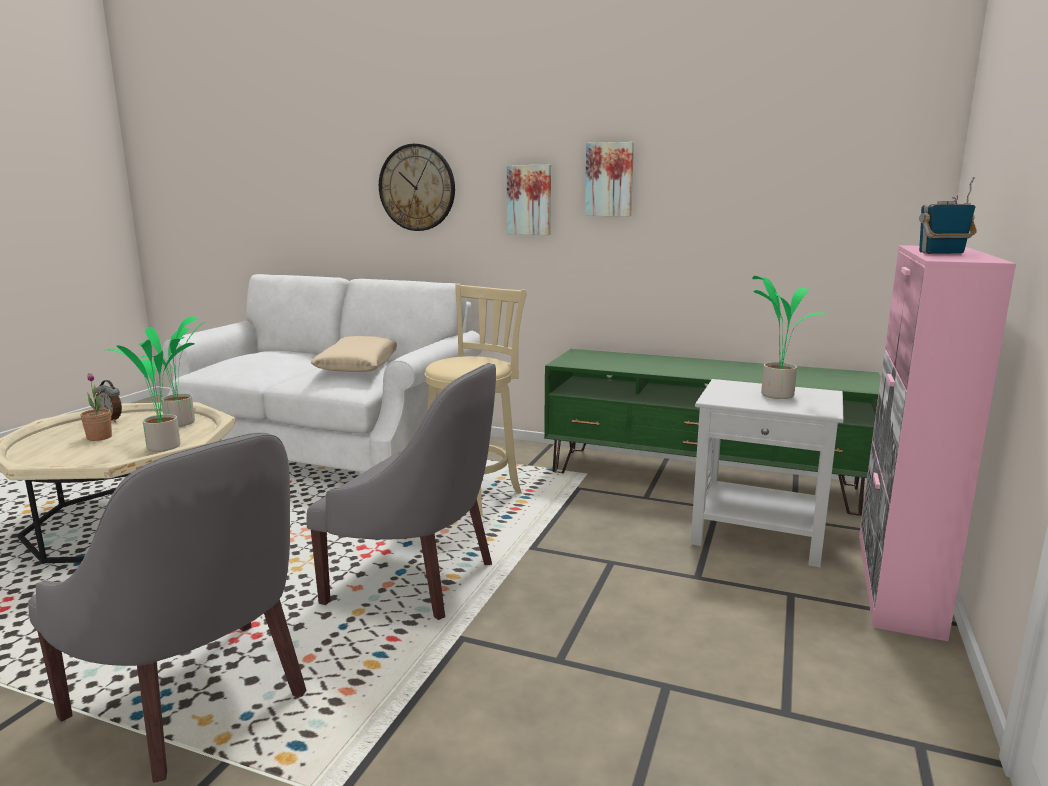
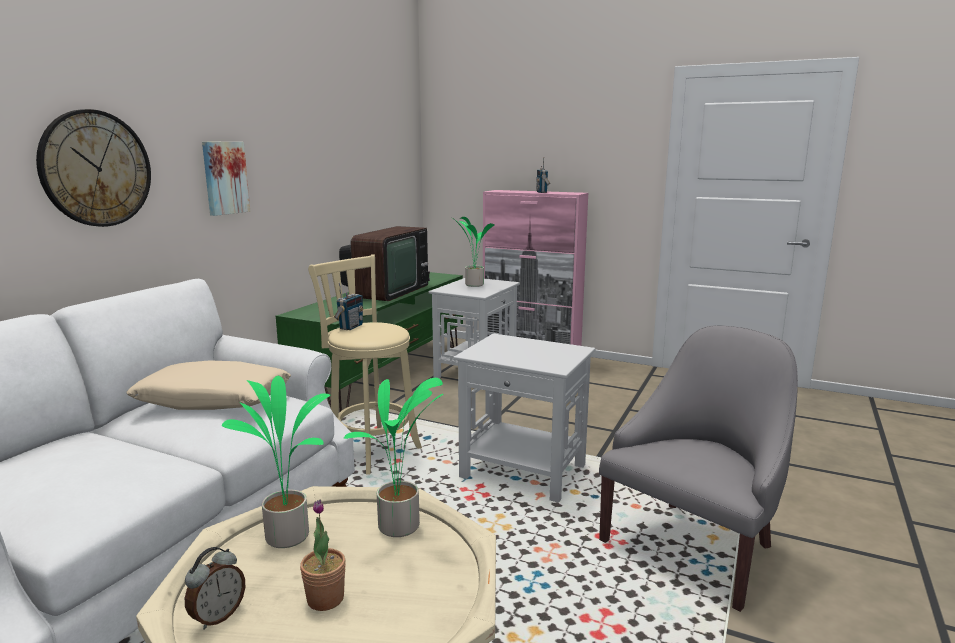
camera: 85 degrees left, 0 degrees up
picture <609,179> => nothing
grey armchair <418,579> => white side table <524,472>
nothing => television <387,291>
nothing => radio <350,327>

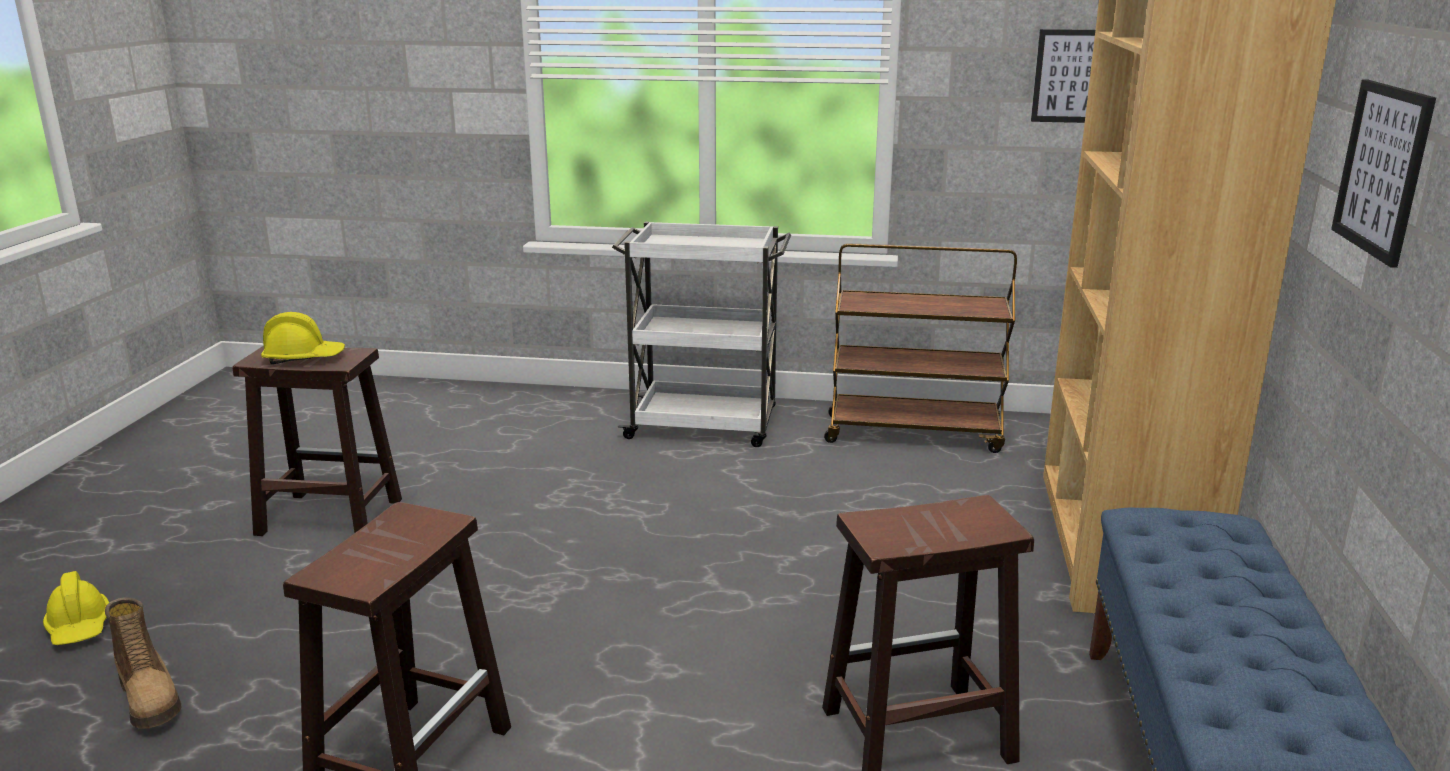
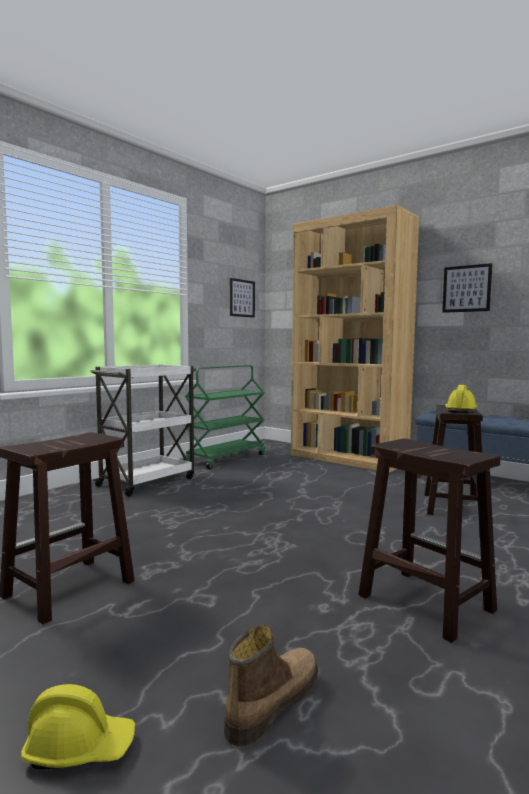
camera: 60 degrees left, 15 degrees down
brown cart <914,433> => green cart <226,458>
yellow hard hat <304,358> => yellow hard hat <461,411>, relocated
boot <150,698> => boot <272,703>, 45 degrees counterclockwise

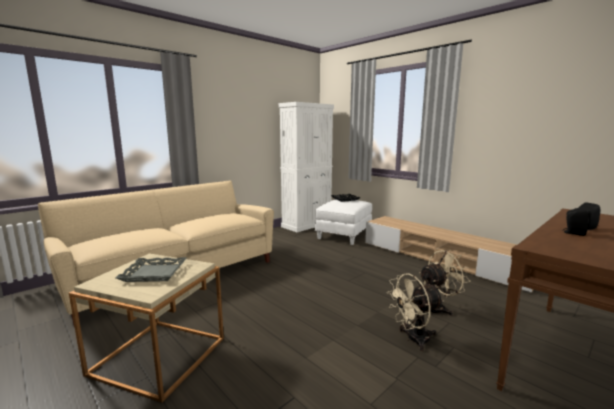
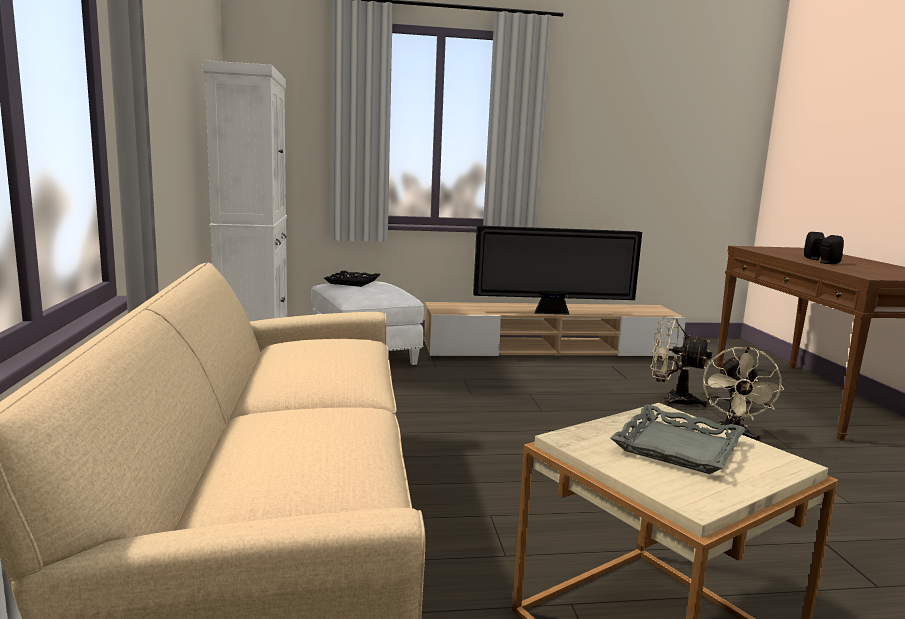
camera: 55 degrees left, 0 degrees up
beige fan <438,308> => beige fan <672,400>, 75 degrees counterclockwise
nothing => television <553,312>

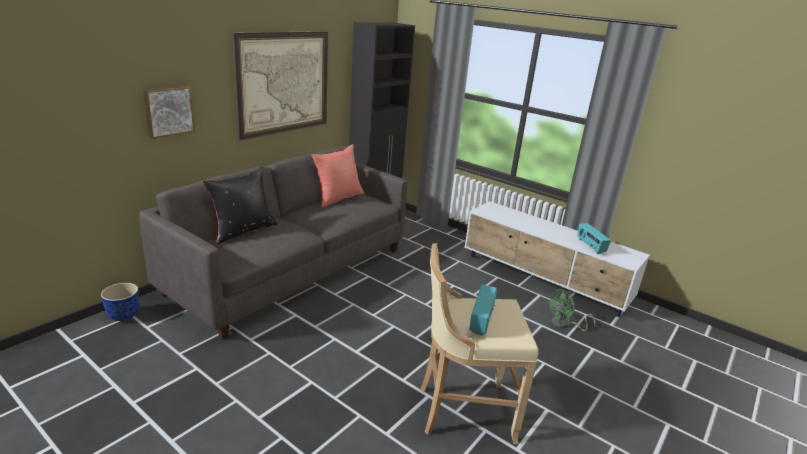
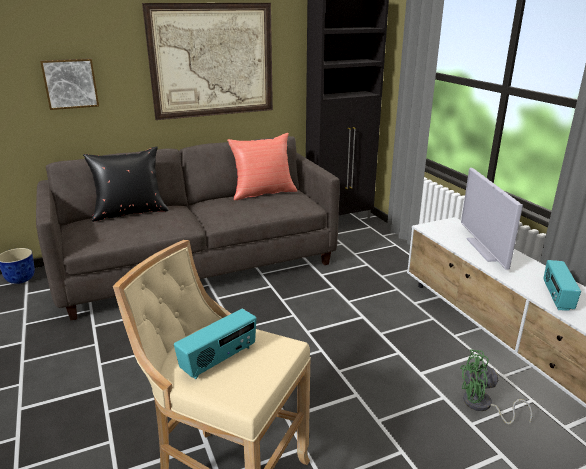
camera: 30 degrees right, 0 degrees up
nothing => television <485,249>

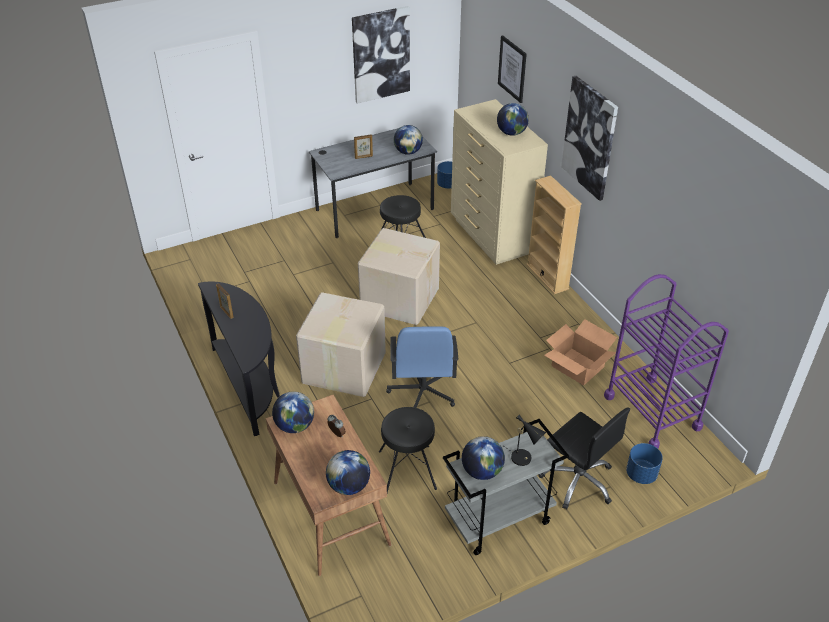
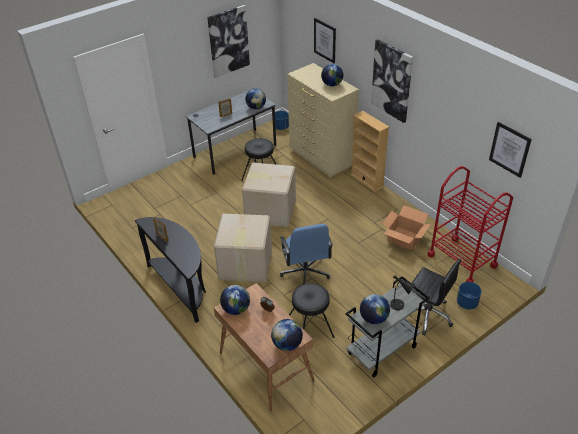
camera: 10 degrees left, 0 degrees up
purple cart <652,412> => red cart <462,260>
nothing => picture <510,149>

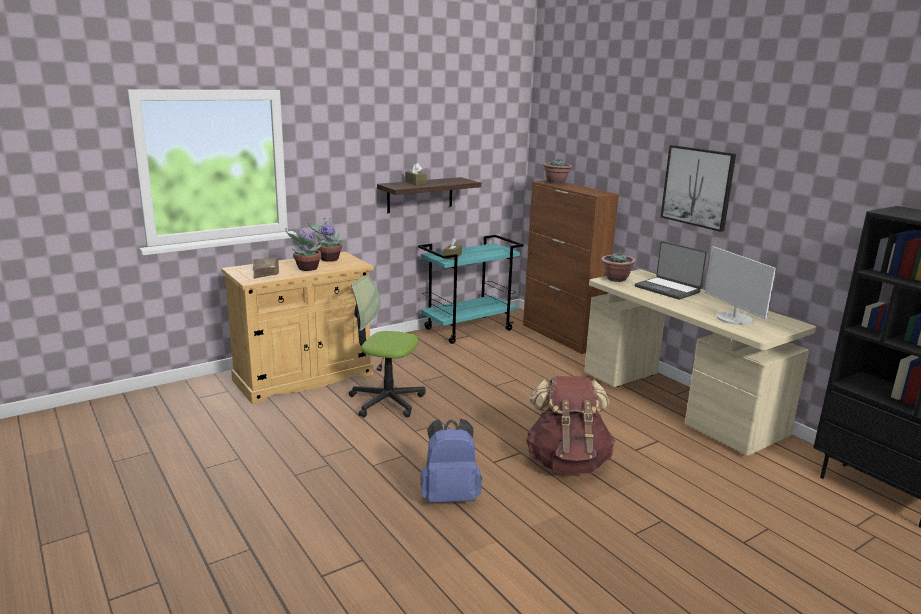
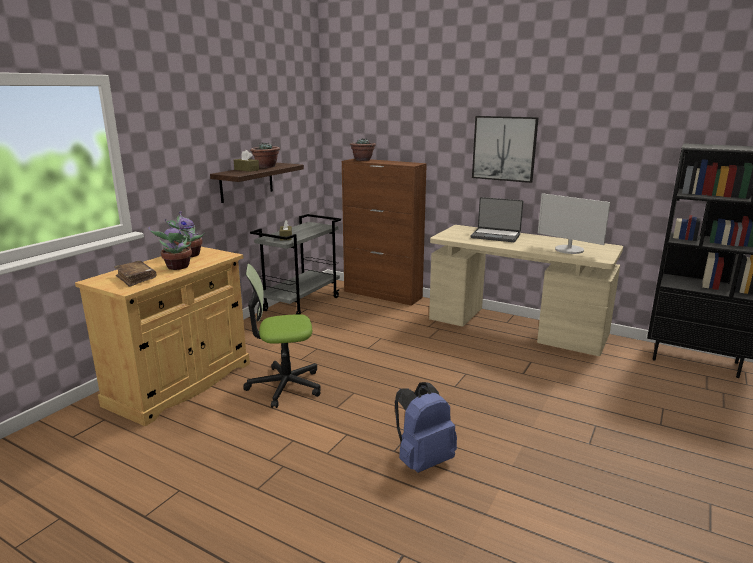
camera: 25 degrees left, 0 degrees up
turquoise cart <468,329> => grey cart <301,303>
potted plant <616,279> => potted plant <266,166>, relocated
brown backpack <567,462> => nothing

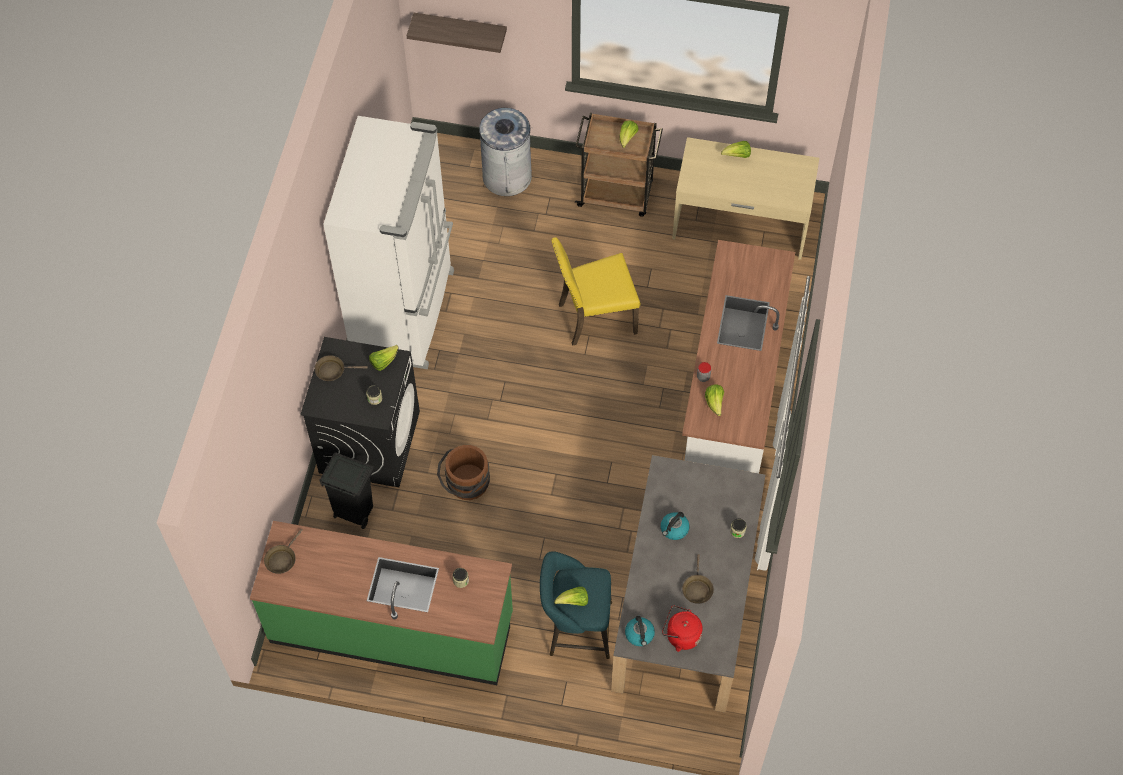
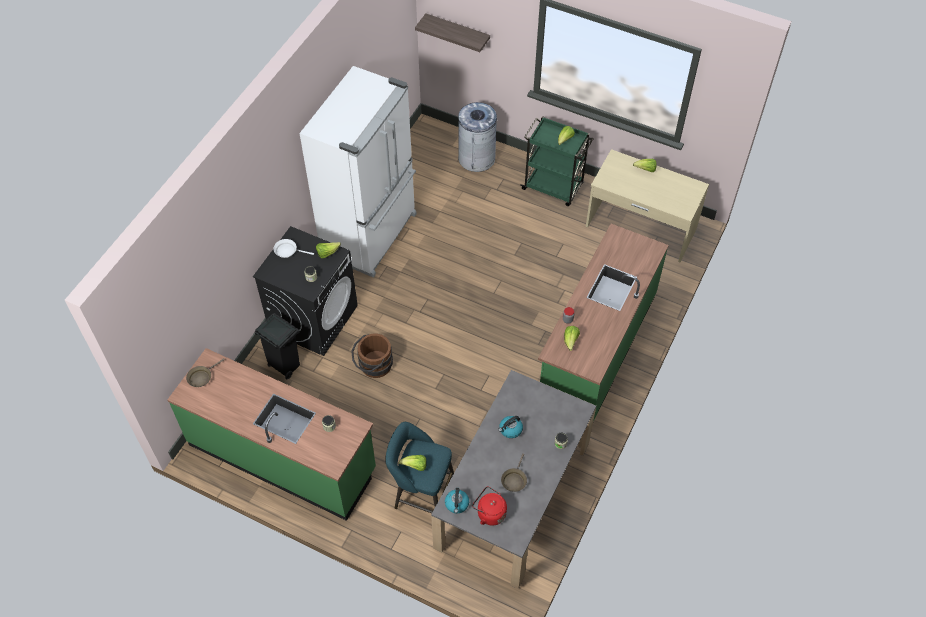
camera: 15 degrees right, 5 degrees down
brown cart <617,194> => green cart <553,187>
yellow chair <595,317> => nothing
white counter <731,396> => green counter <596,349>
brown frying pan <333,370> => white frying pan <288,251>

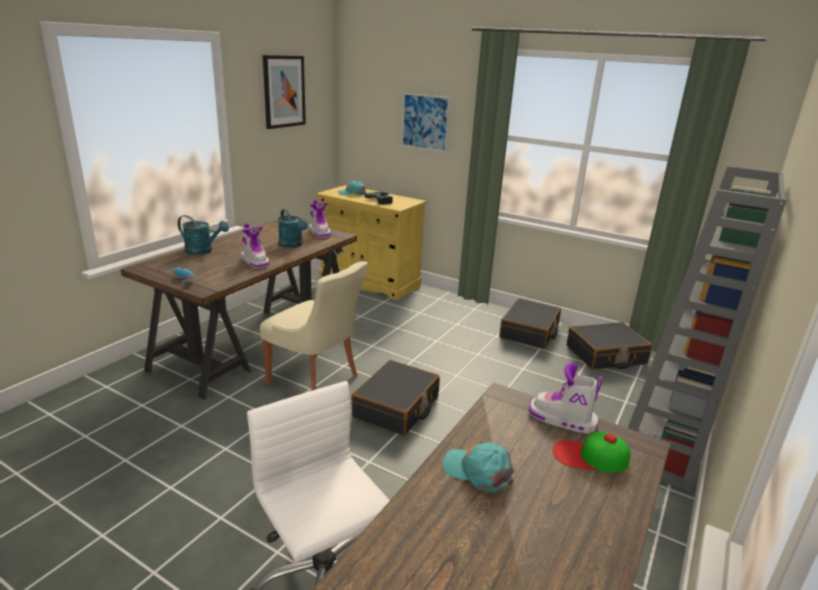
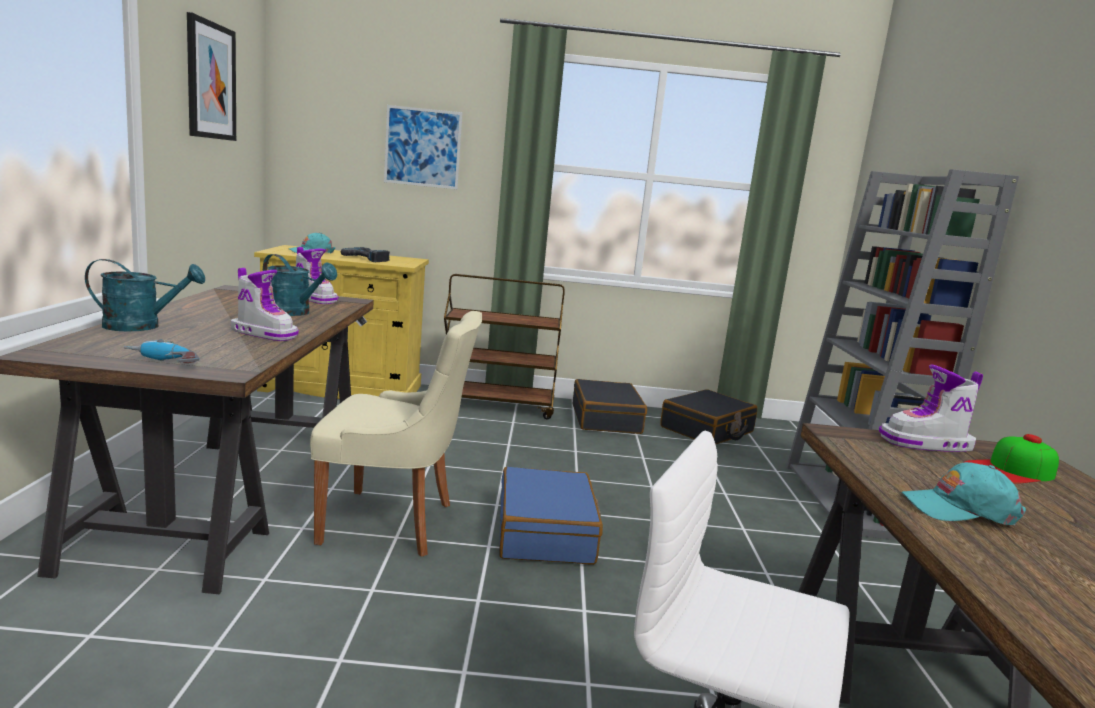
camera: 30 degrees left, 10 degrees down
black suitcase <396,407> => blue suitcase <546,532>
nothing => brown cart <496,406>

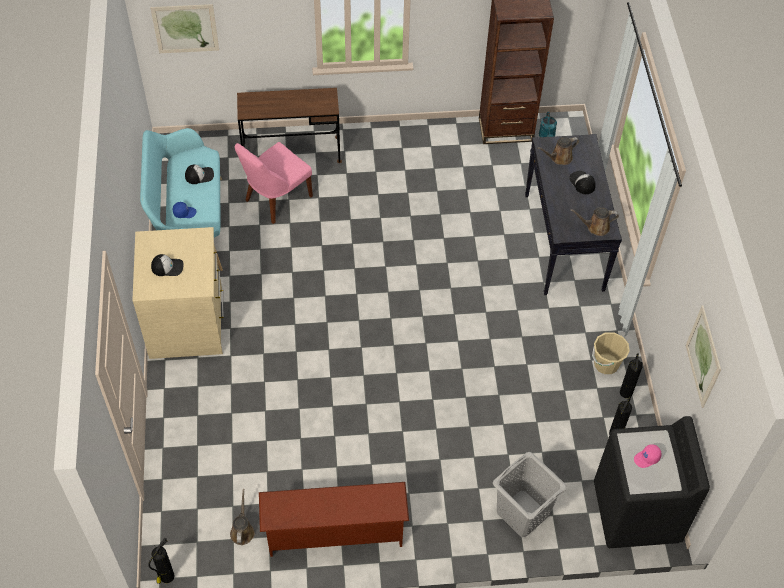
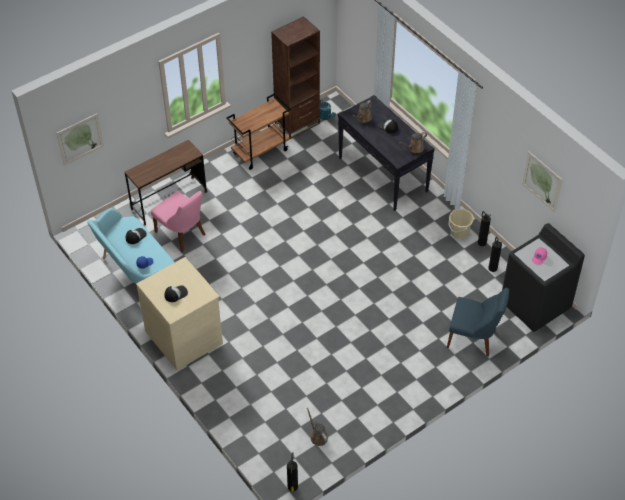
camera: 30 degrees left, 5 degrees down
pink chair <276,199> => pink chair <182,234>, 60 degrees counterclockwise
grey laundry basket <522,513> => blue chair <473,339>
brown shoe rack <334,534> => nothing
nothing => brown cart <261,151>

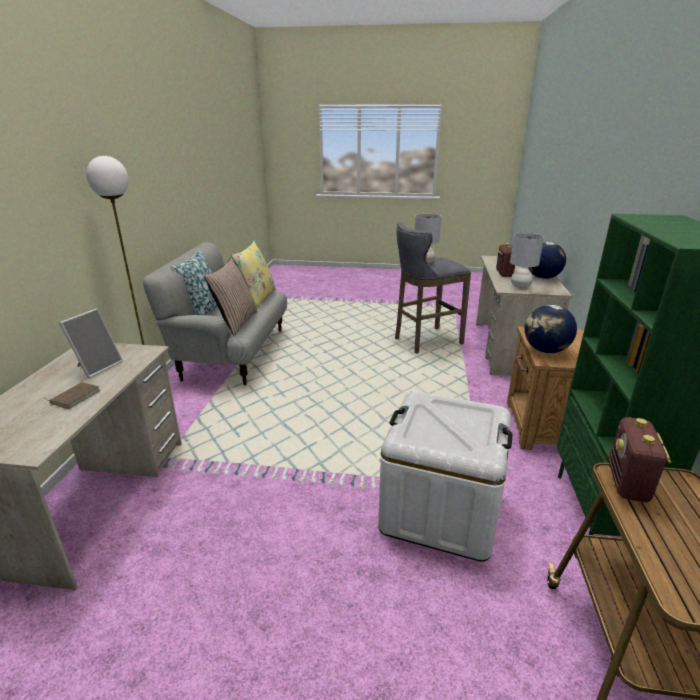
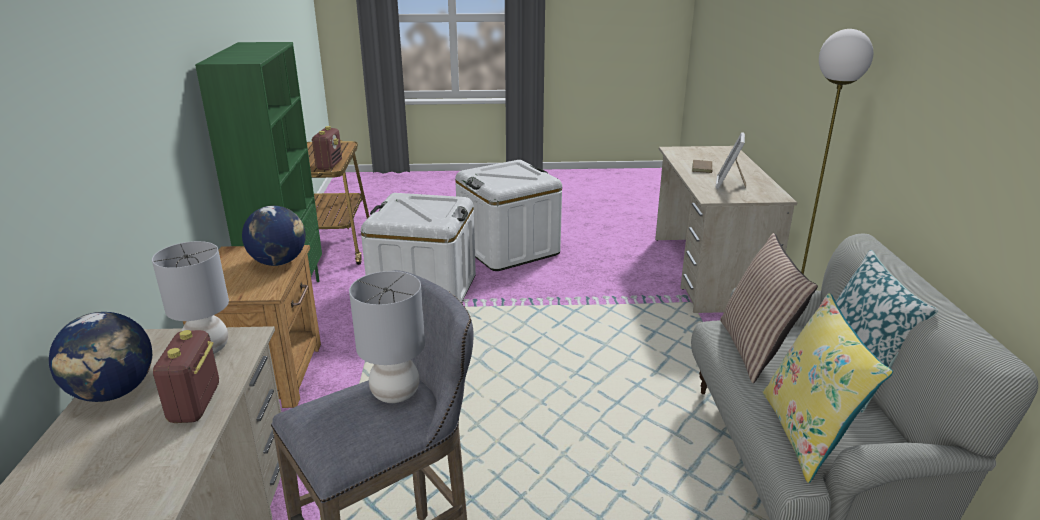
camera: 170 degrees right, 0 degrees up
nothing => white storage box <508,249>

